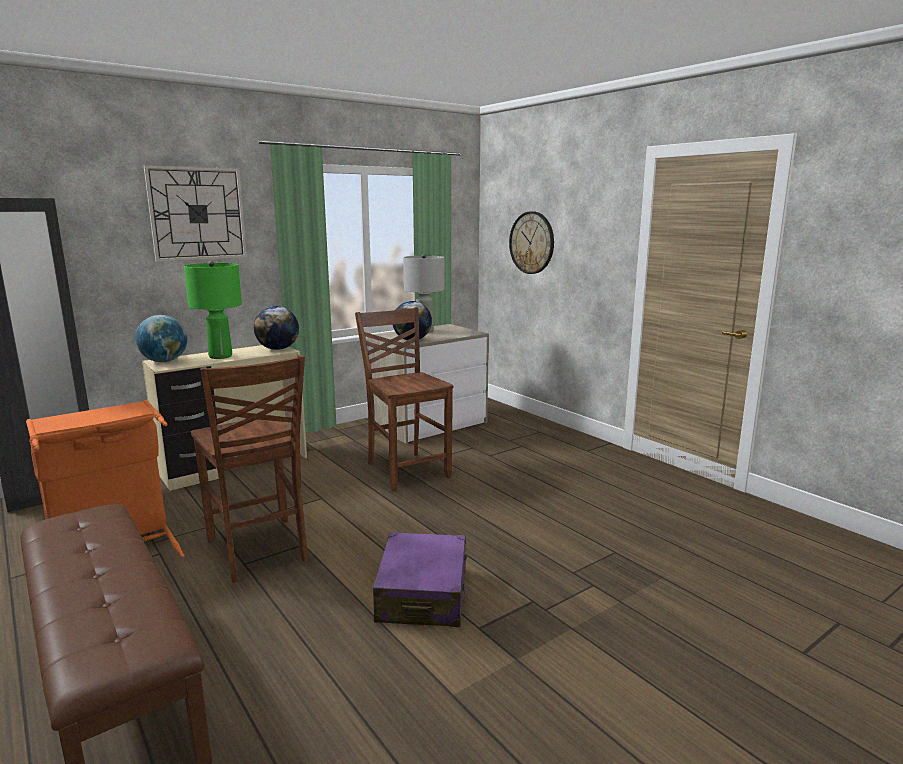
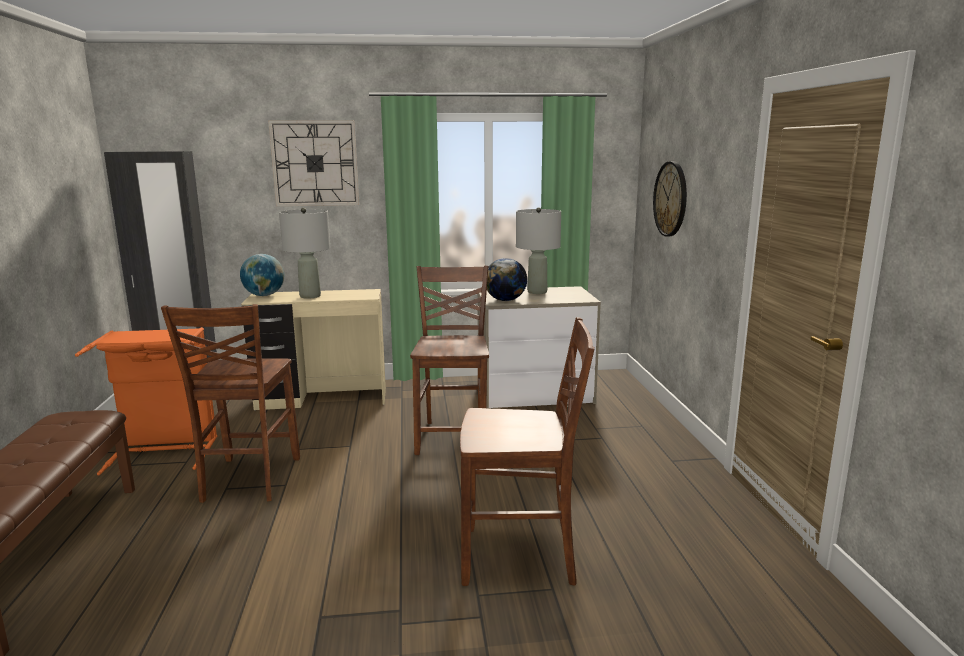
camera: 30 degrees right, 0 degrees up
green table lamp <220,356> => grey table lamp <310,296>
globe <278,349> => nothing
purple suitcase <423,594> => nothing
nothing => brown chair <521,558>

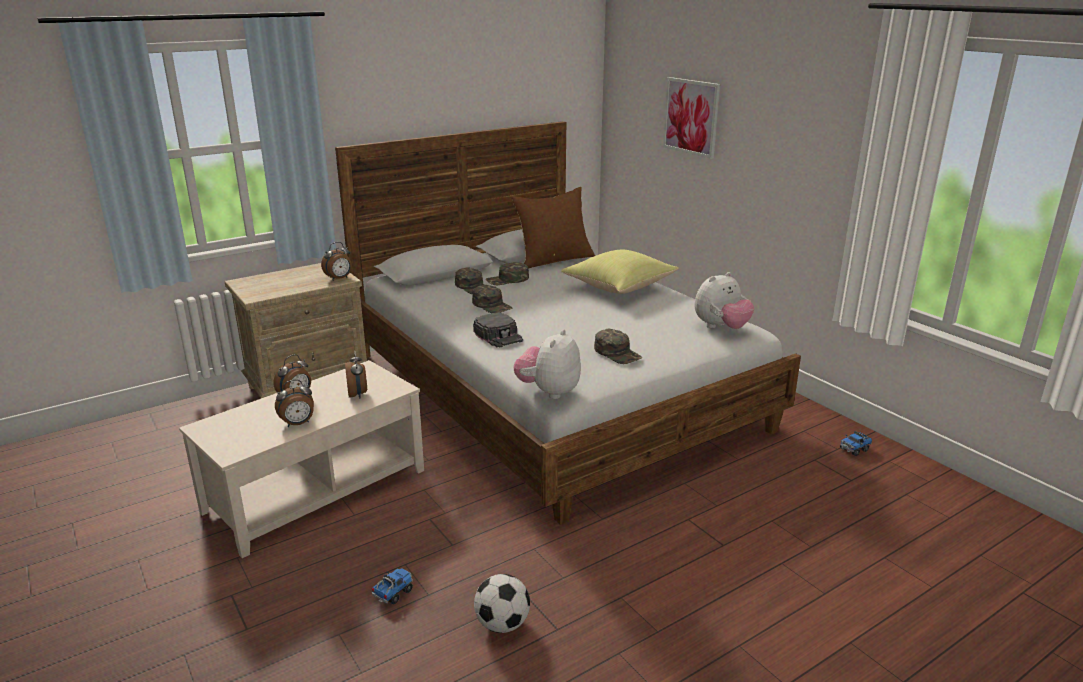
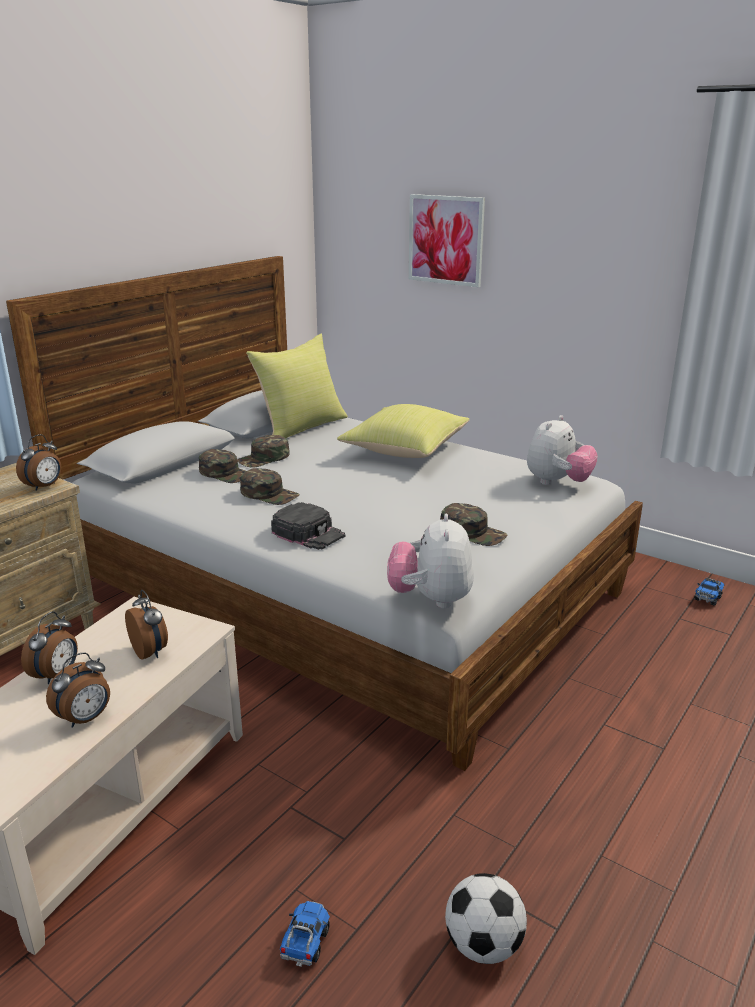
camera: 20 degrees left, 0 degrees up
brown pillow <554,260> => yellow pillow <301,427>

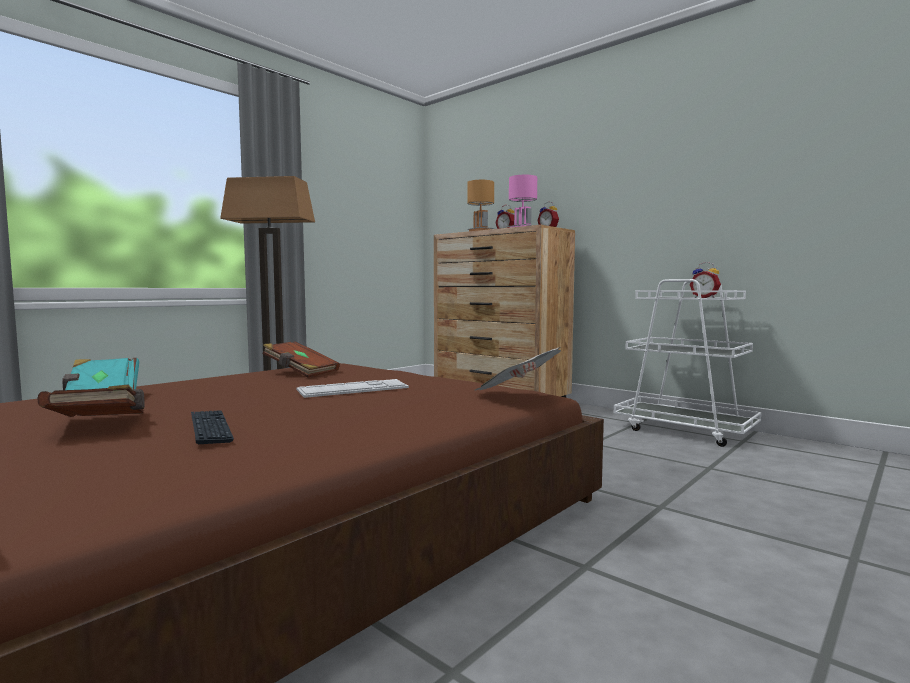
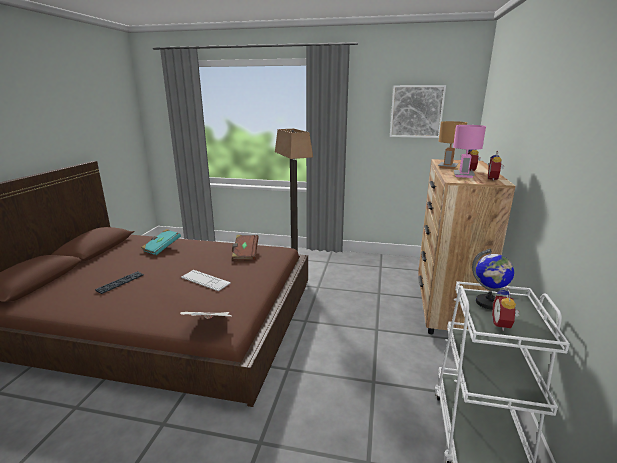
camera: 60 degrees right, 15 degrees up
brown book <102,425> => nothing
nothing => picture <416,111>
nothing => globe <488,303>

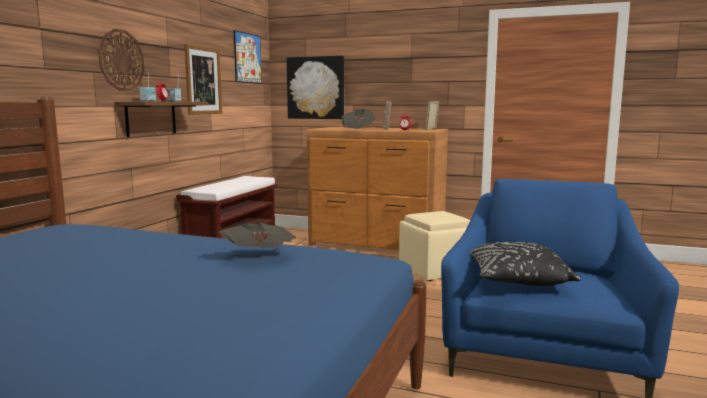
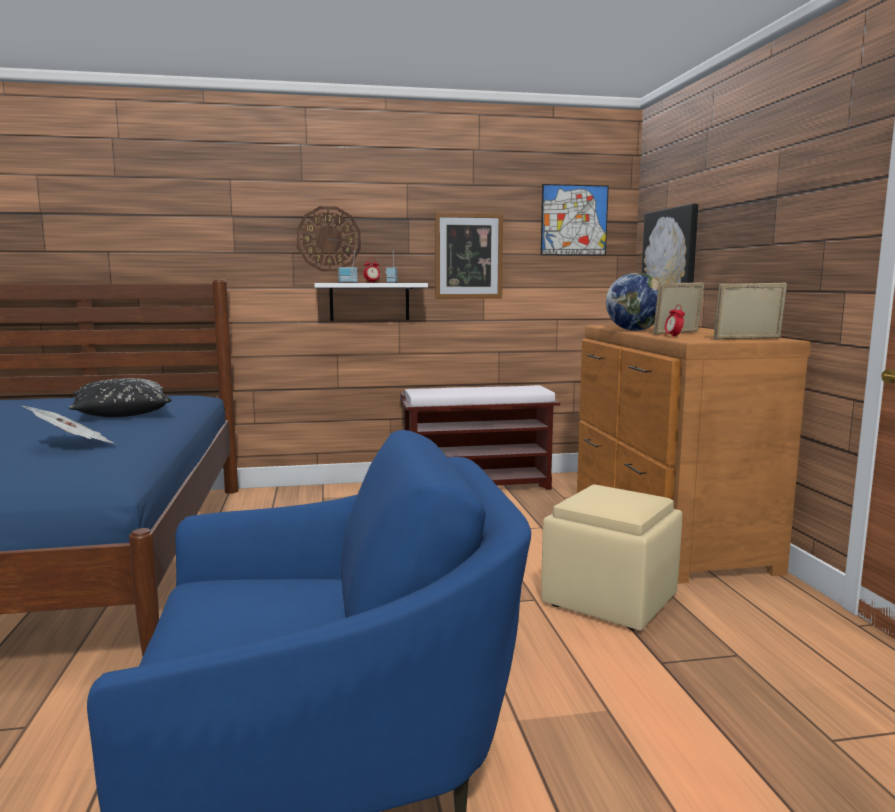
camera: 60 degrees right, 0 degrees up
brown shelf <151,118> => white shelf <369,301>
newspaper <357,129> => globe <634,330>
black pillow <517,280> => black pillow <121,413>, relocated

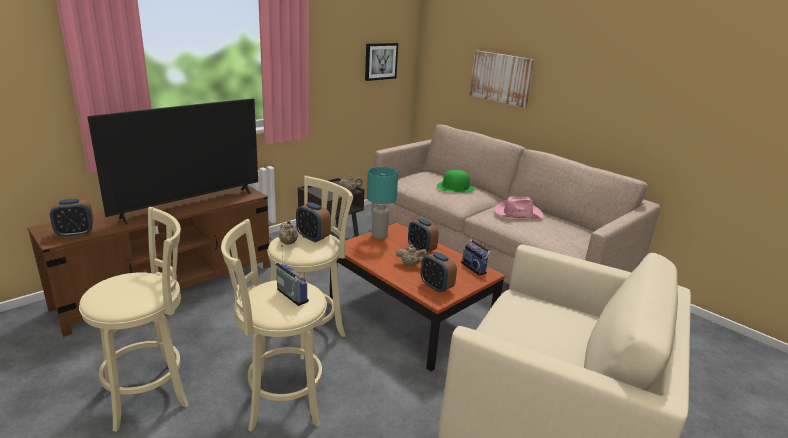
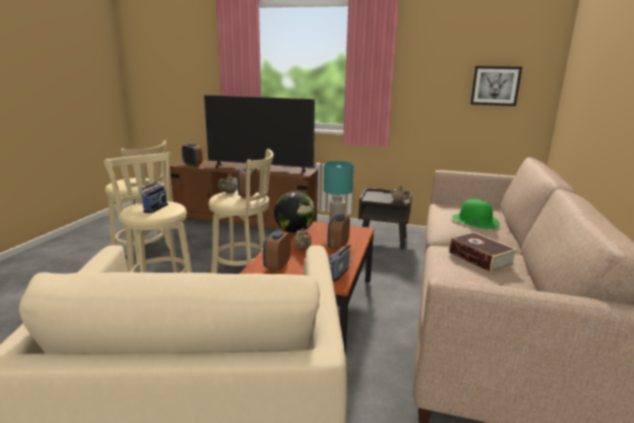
camera: 60 degrees right, 5 degrees down
picture <501,78> => nothing
pink hat <517,213> => book <480,258>
nothing => globe <294,231>

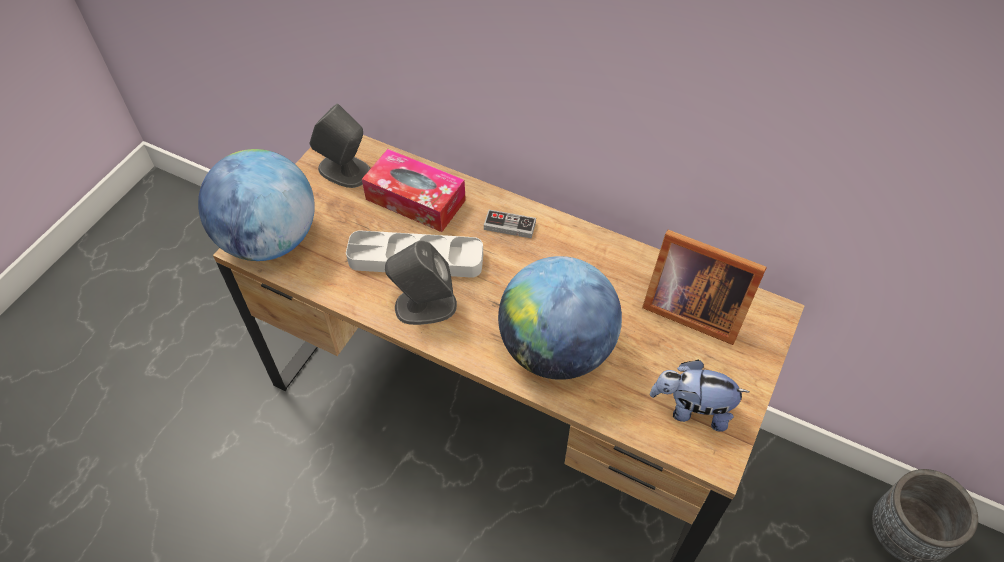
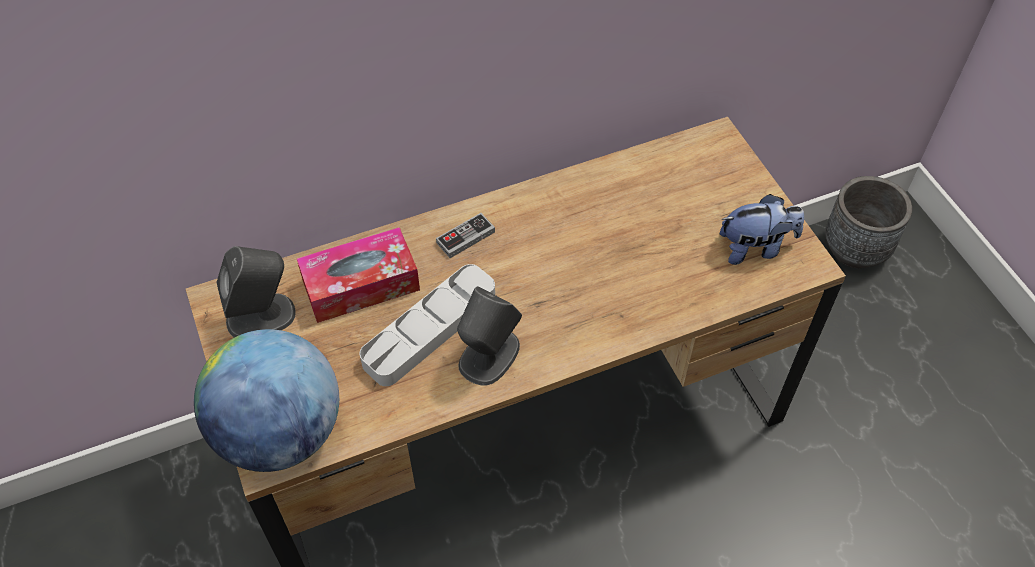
camera: 50 degrees left, 0 degrees up
picture frame <690,307> => nothing
globe <556,349> => nothing
plush toy <691,409> => plush toy <755,248>, 150 degrees counterclockwise

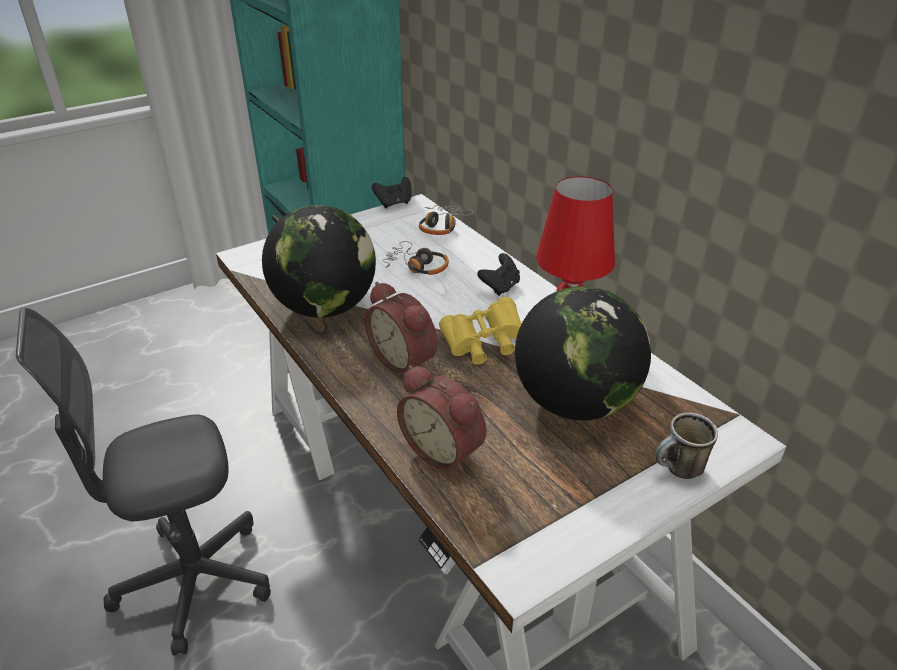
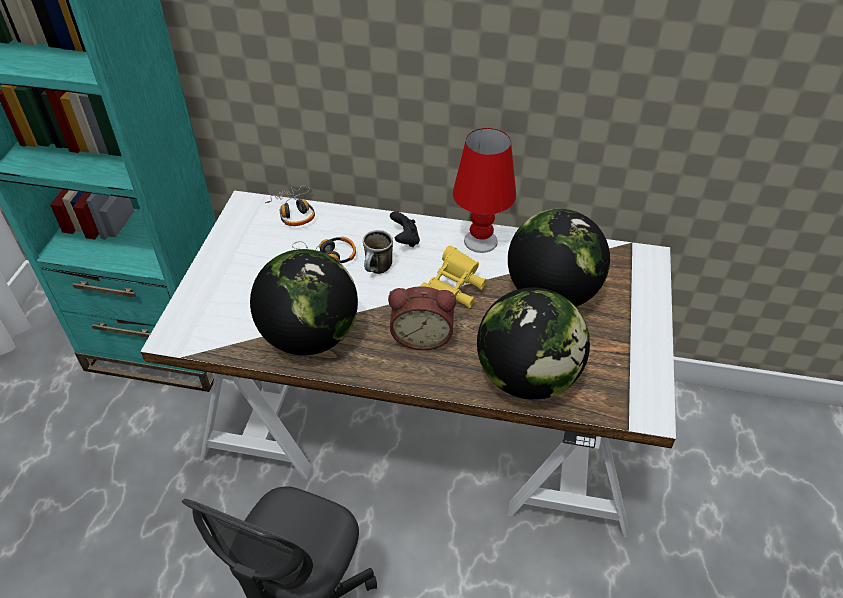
camera: 45 degrees left, 10 degrees up
black game controller <394,203> => nothing
alarm clock <445,450> => globe <527,377>
mug <678,471> => mug <378,270>, relocated

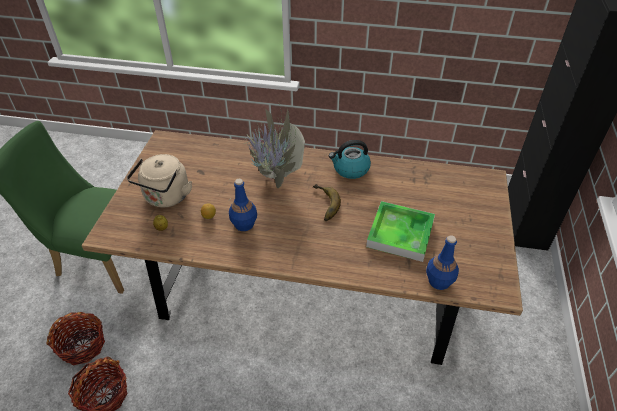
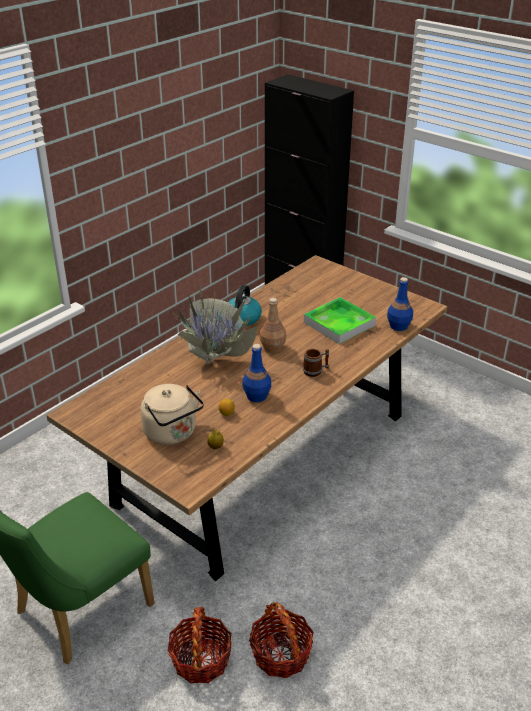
camera: 60 degrees left, 10 degrees down
banana <322,205> => brown bottle <272,347>
nothing => mug <316,371>

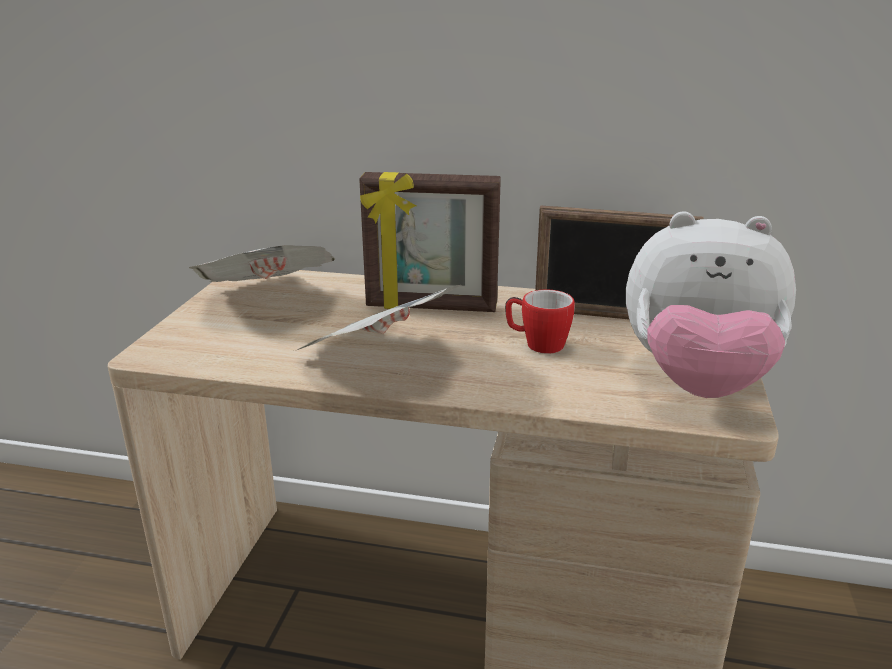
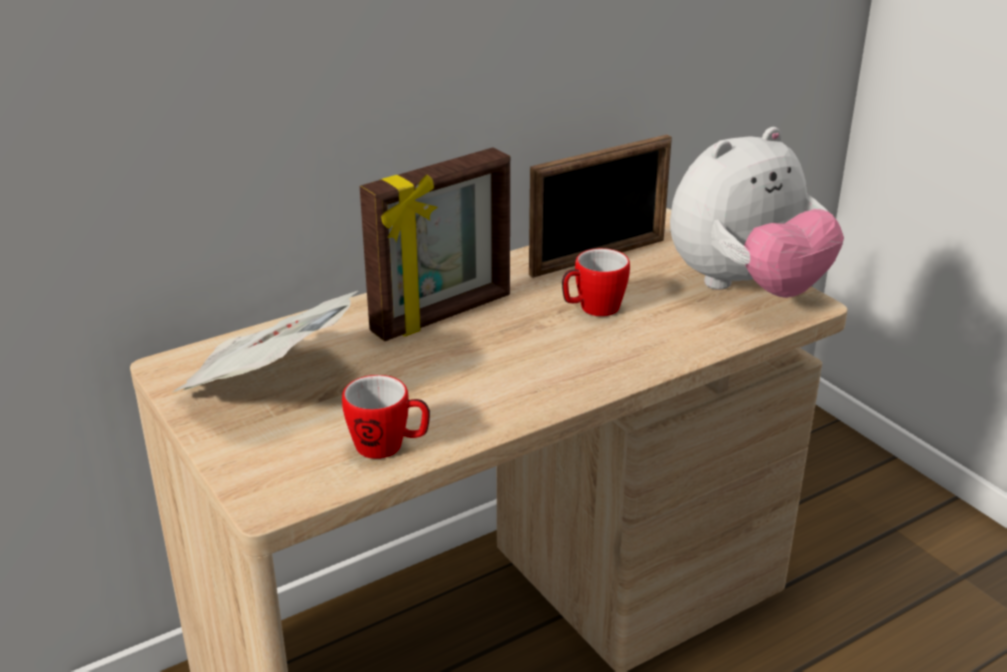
camera: 45 degrees left, 5 degrees up
newspaper <376,359> => nothing
nothing => mug <389,447>

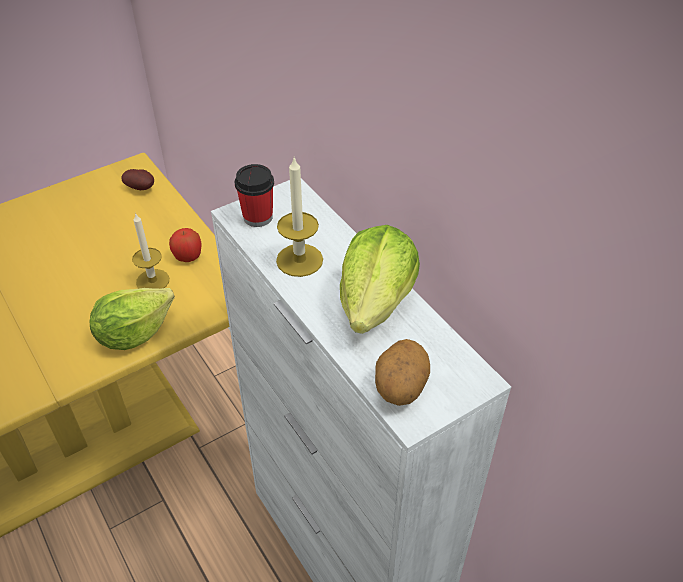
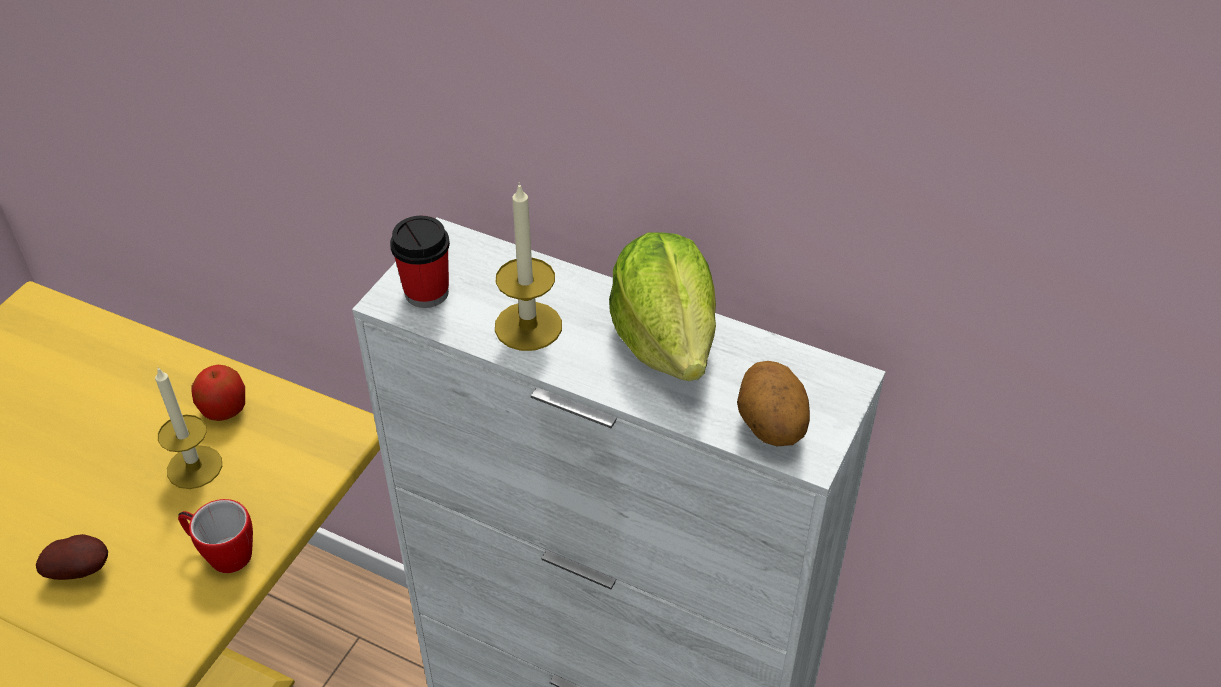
camera: 30 degrees left, 0 degrees up
potato <141,188> => potato <81,569>, relocated
lettuce <134,333> => mug <222,553>

